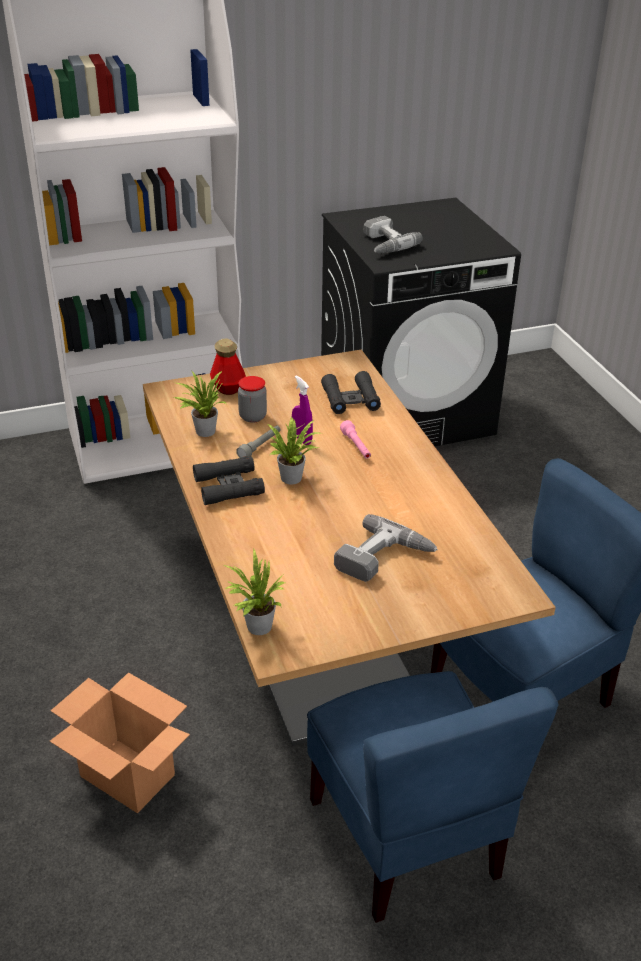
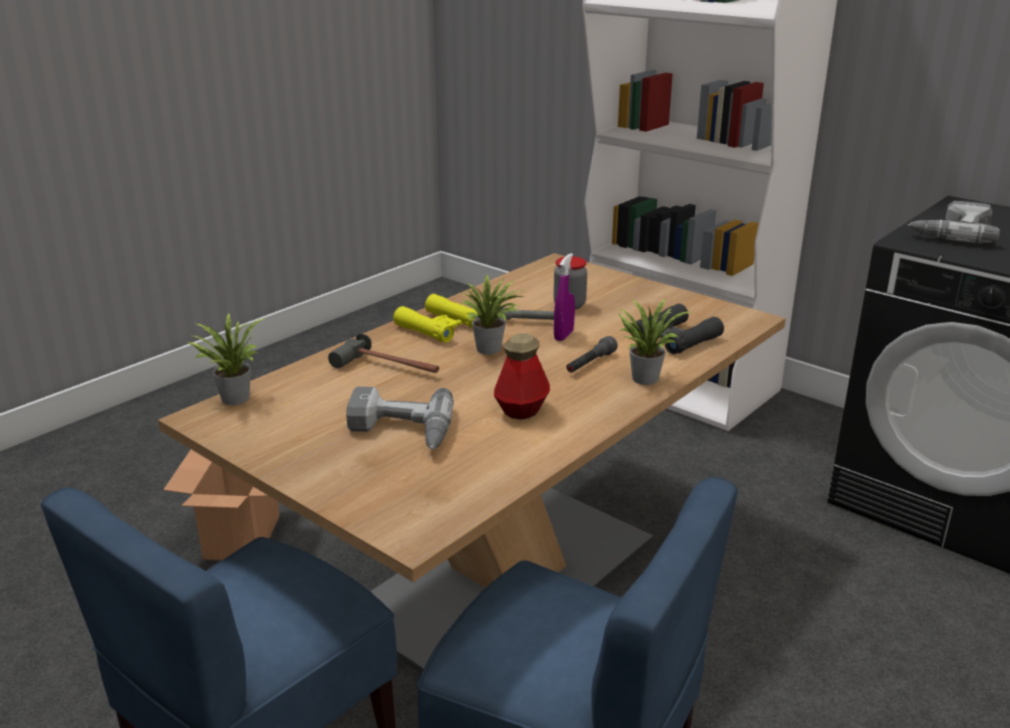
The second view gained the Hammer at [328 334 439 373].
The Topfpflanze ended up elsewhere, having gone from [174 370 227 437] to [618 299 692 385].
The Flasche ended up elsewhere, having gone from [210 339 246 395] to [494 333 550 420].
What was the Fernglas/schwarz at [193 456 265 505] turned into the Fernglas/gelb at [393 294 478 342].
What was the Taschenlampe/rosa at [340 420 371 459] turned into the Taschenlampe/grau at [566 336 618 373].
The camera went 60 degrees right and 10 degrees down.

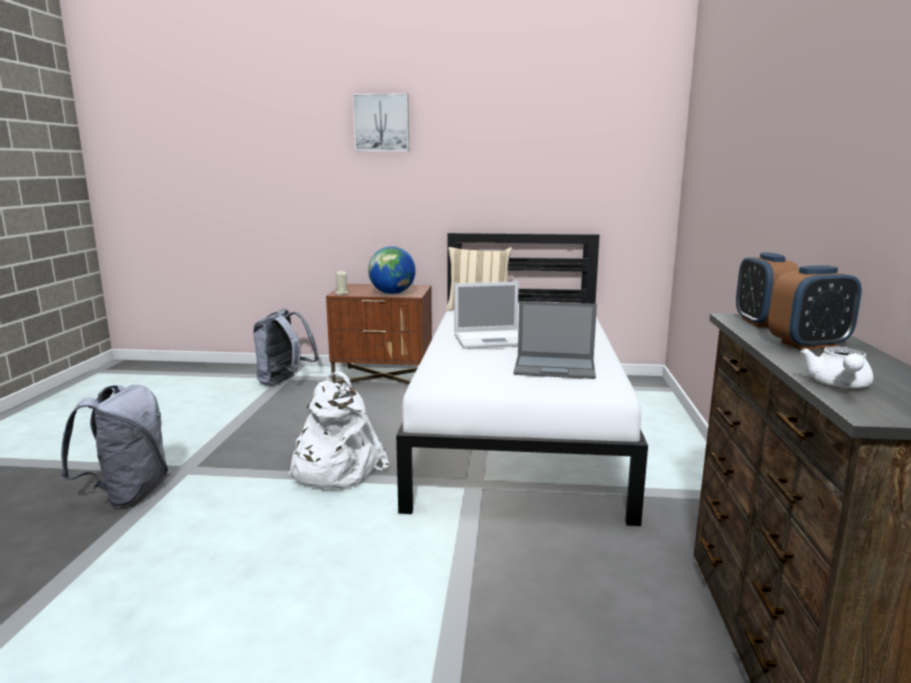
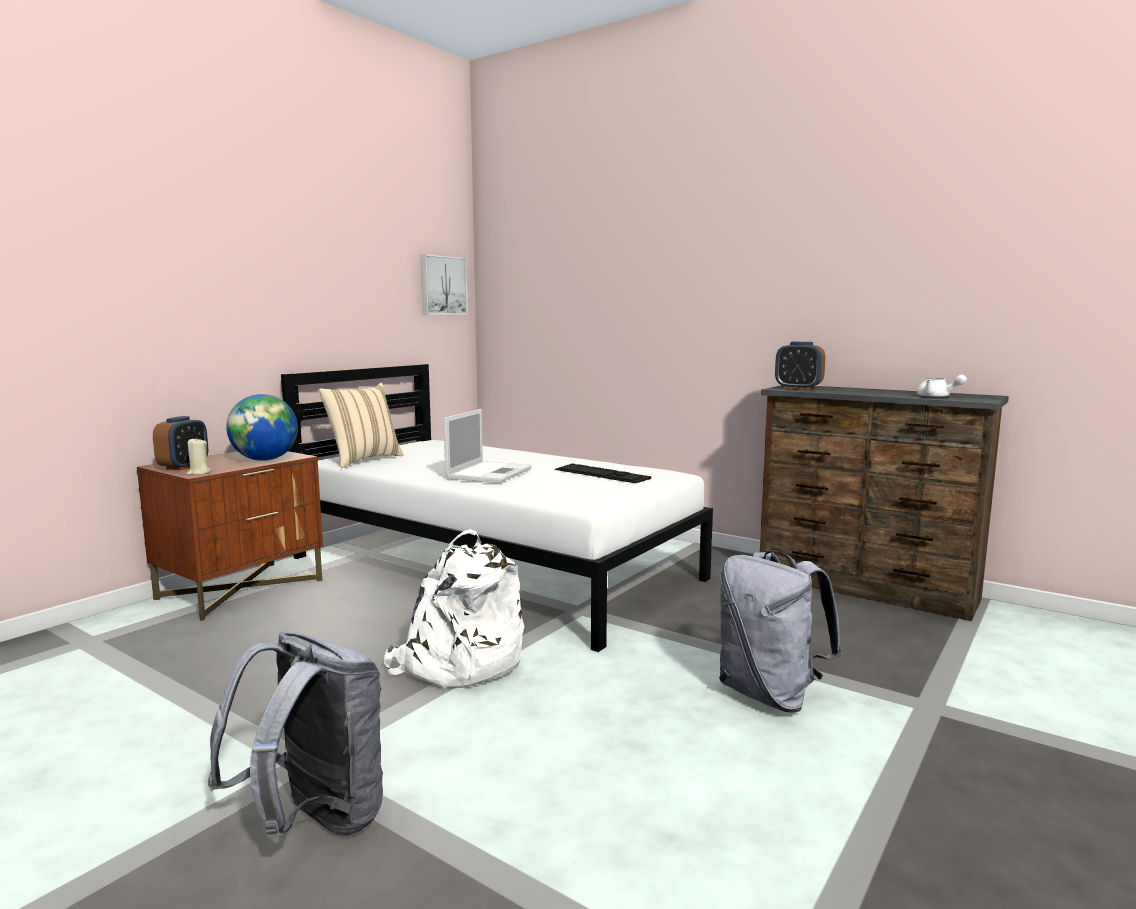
The Rucksack/grau ended up elsewhere, having gone from [253 309 319 386] to [719 550 842 713].
The Bild ended up elsewhere, having gone from [353 93 409 151] to [420 254 468 315].
The Wecker ended up elsewhere, having gone from [768 266 862 350] to [153 416 208 470].
Where the Laptop stood at [513 301 597 379], the Tastatur came to stand at [555 463 651 483].
The camera went 60 degrees left and 5 degrees down.

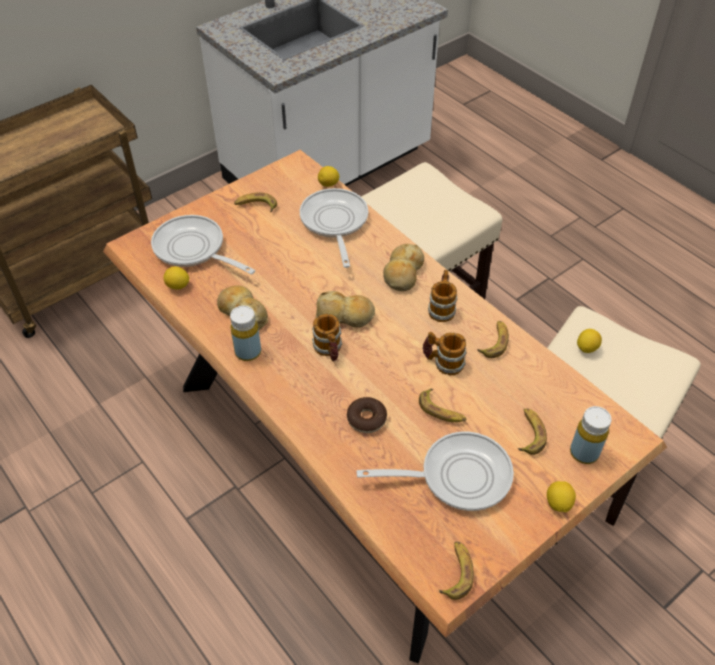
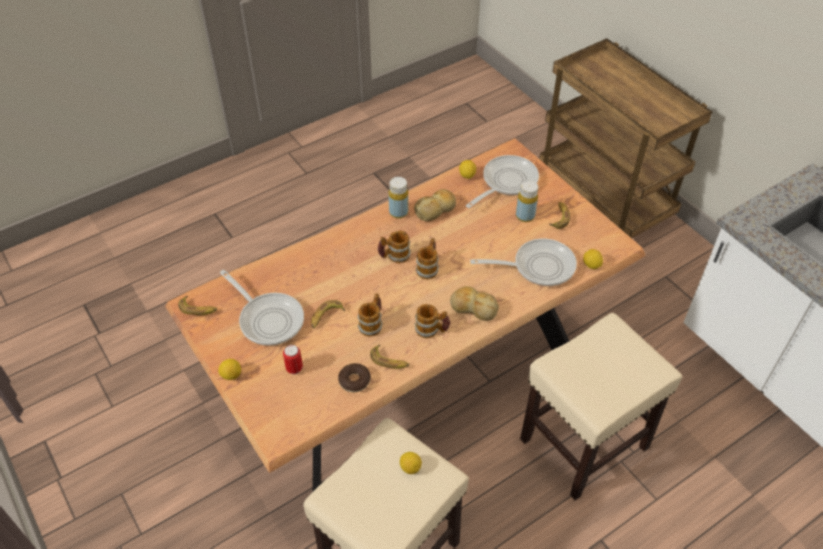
The Donut ended up elsewhere, having gone from [347 397 387 433] to [338 363 371 392].
The Flasche/gelb ended up elsewhere, having gone from [570 406 611 464] to [516 180 538 222].
Where the Brot stood at [316 291 375 327], the Henkelbecher came to stand at [416 238 439 279].
Where the Banane stood at [518 408 547 455], the Dose came to stand at [283 345 303 374].
The Pfanne at [356 432 514 511] ended up facing another way, 45 degrees counterclockwise from before.
The camera went 95 degrees right and 0 degrees up.

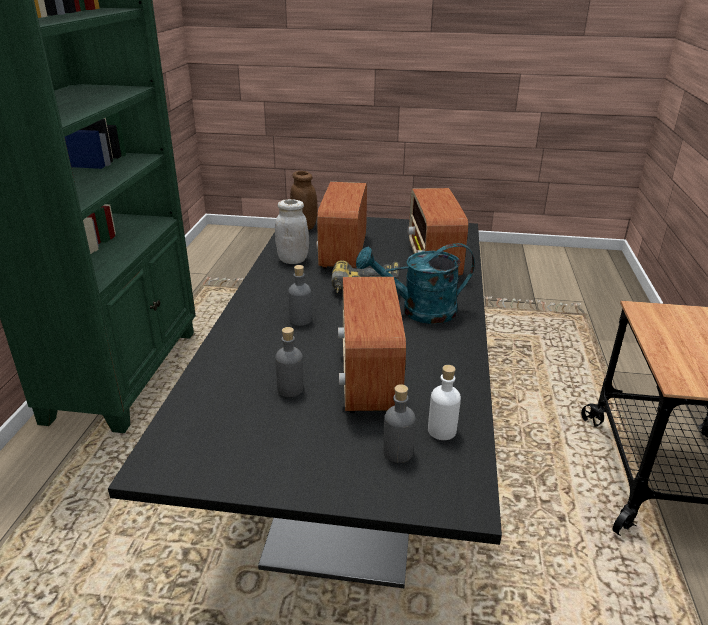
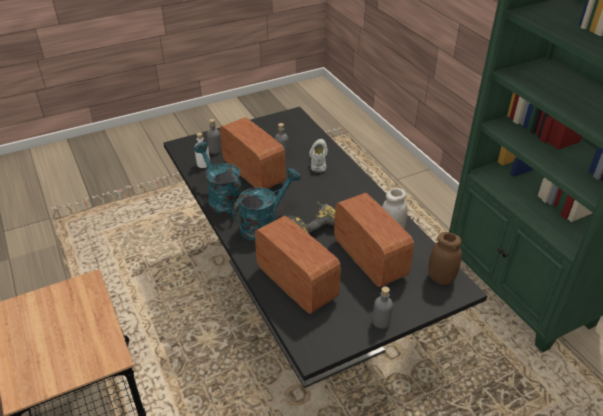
The second view gained the Gießkanne/türkis at [194 142 242 215].
The second view gained the Schuh/weiß at [309 139 328 173].
The Flasche/grau ended up elsewhere, having gone from [288 265 312 326] to [373 286 393 329].
The camera went 145 degrees right and 10 degrees up.

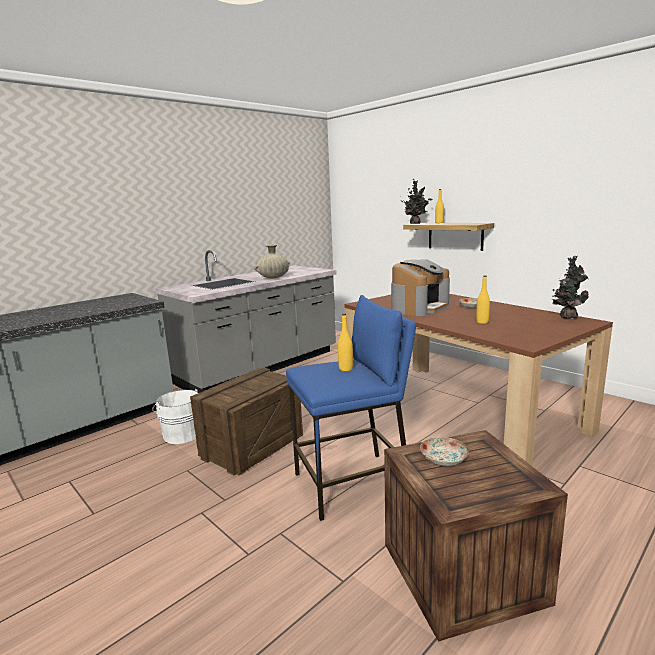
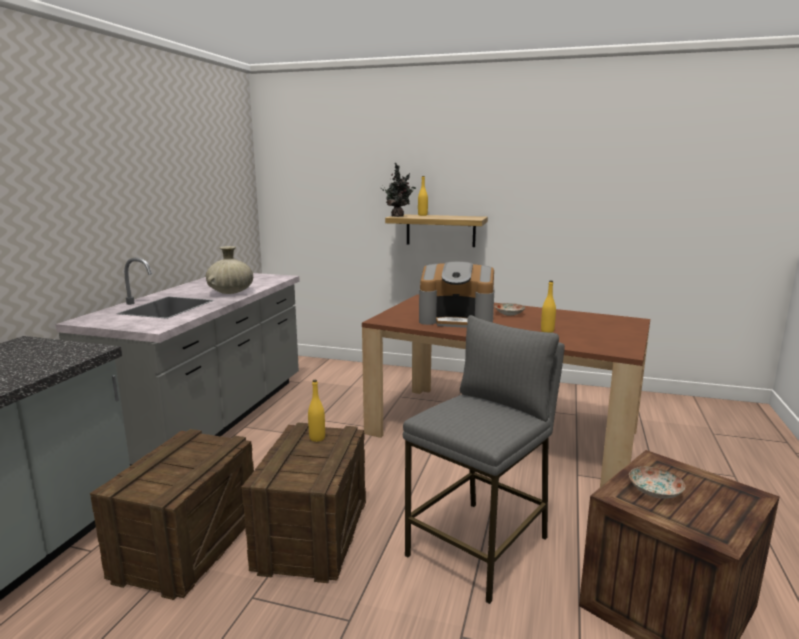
The second view lost the Topfpflanze at [552 255 589 319].
The Flasche/gelb ended up elsewhere, having gone from [338 314 353 371] to [308 380 325 442].
Where the Eimer/weiß stood at [152 389 198 444], the Kiste came to stand at [90 429 254 600].
What was the Hocker/blau at [286 295 416 521] turned into the Hocker/grau at [403 315 565 604].
The Kaffeemaschine at [391 259 450 316] ended up facing another way, 90 degrees clockwise from before.
The camera went 30 degrees left and 0 degrees up.

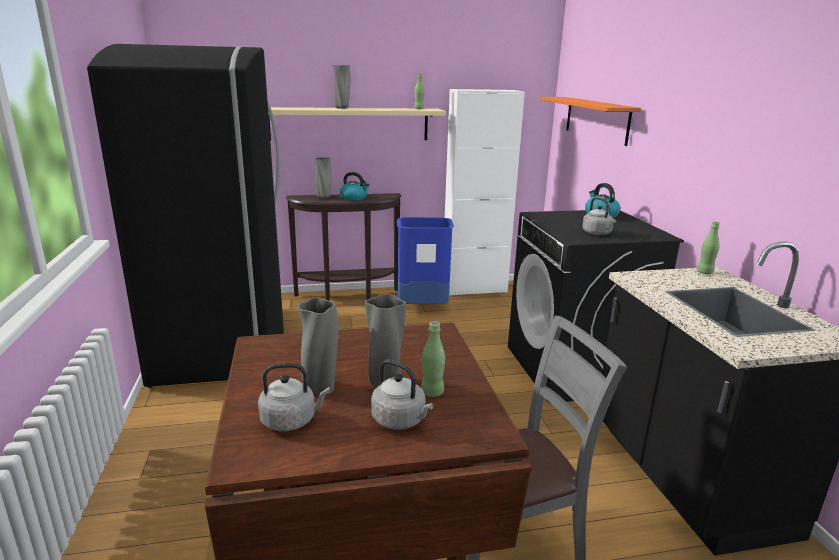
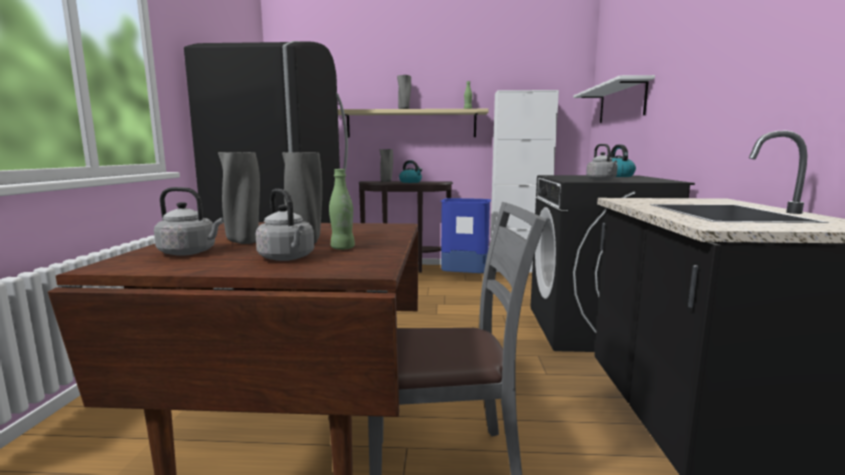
The second view lost the Flasche/grün at [697 222 720 274].
What was the Wandregal/orange at [539 97 641 146] turned into the Wandregal/weiß at [573 75 655 123].
The camera went 15 degrees right and 10 degrees down.

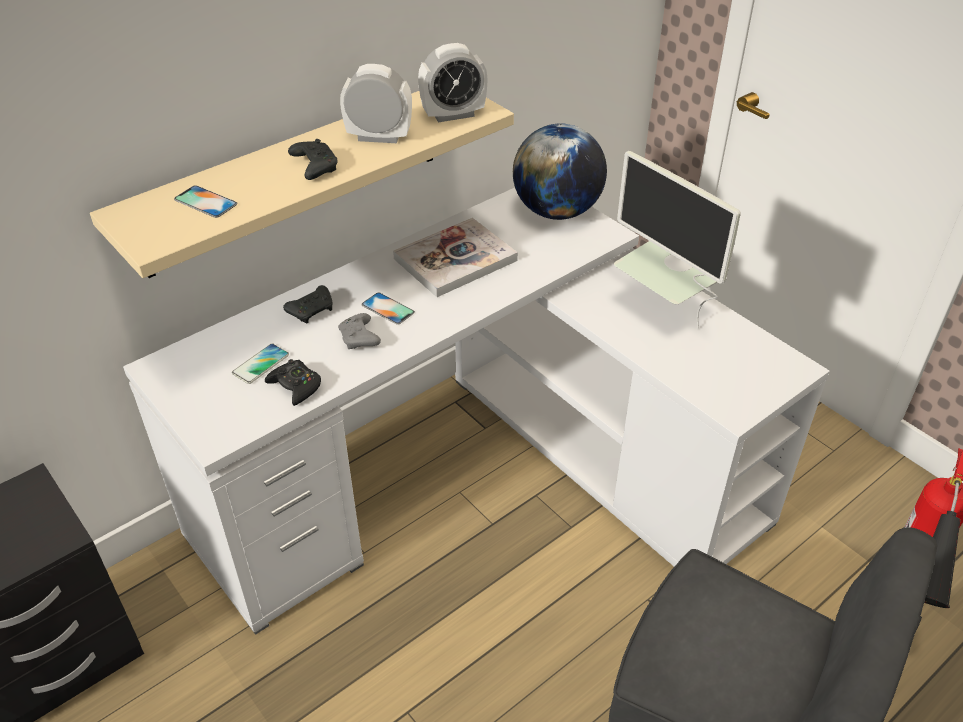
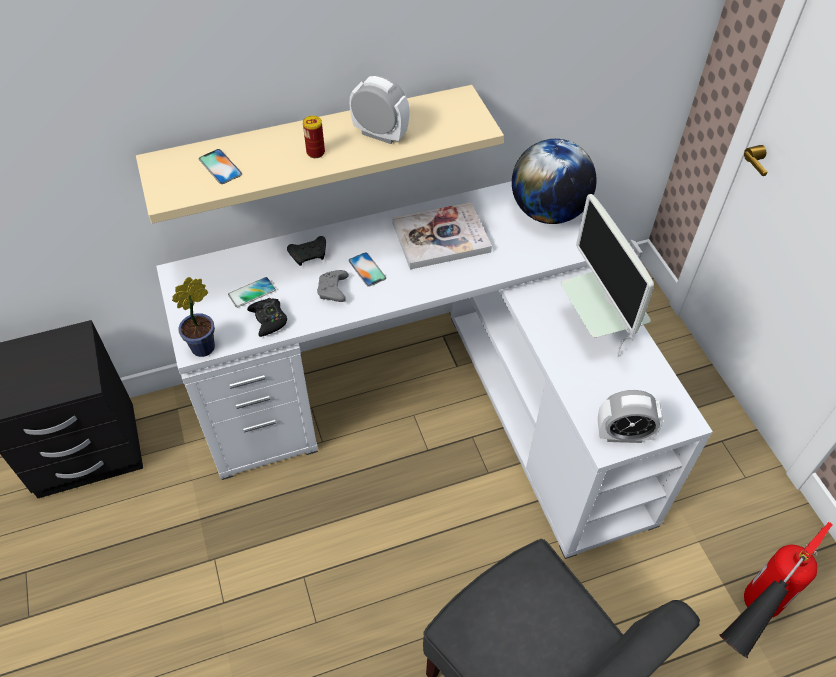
The second view gained the Topfpflanze at [172 277 215 357].
The Wecker ended up elsewhere, having gone from [418 43 488 123] to [598 390 663 443].
Where the Gamepad/schwarz stood at [288 139 337 180], the Dose came to stand at [303 116 325 158].
The camera went 20 degrees right and 10 degrees up.

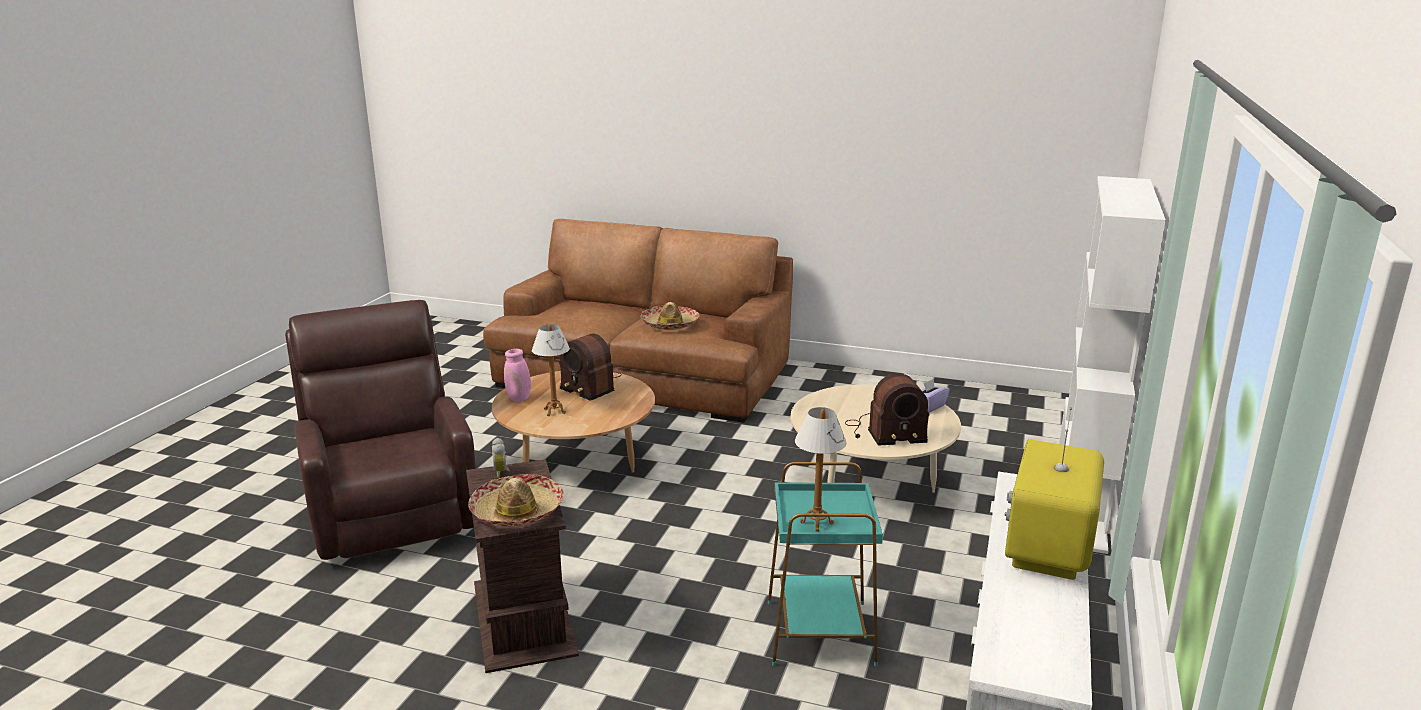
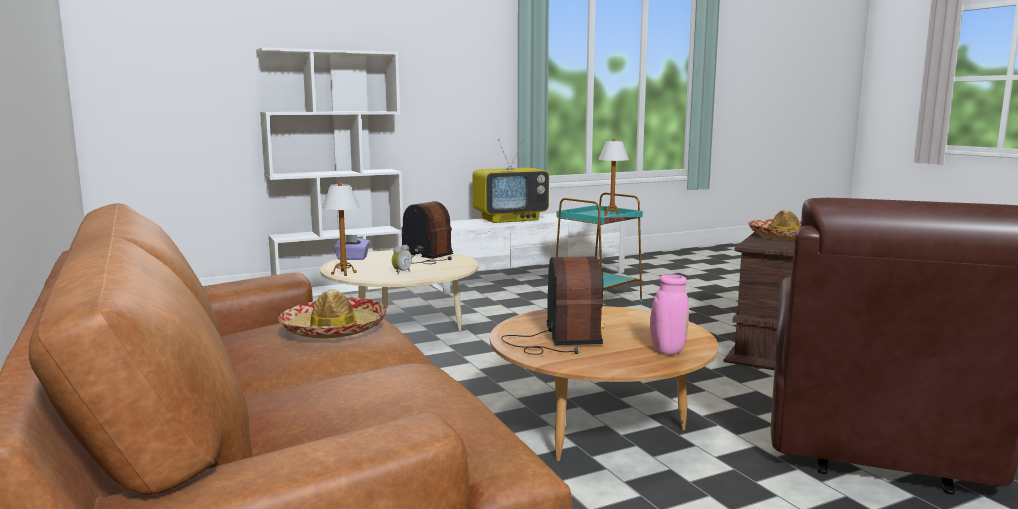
The Wecker ended up elsewhere, having gone from [492 438 510 478] to [392 245 412 274].
The Tischlampe ended up elsewhere, having gone from [532 324 570 416] to [322 182 360 276].
The camera went 135 degrees left and 10 degrees down.

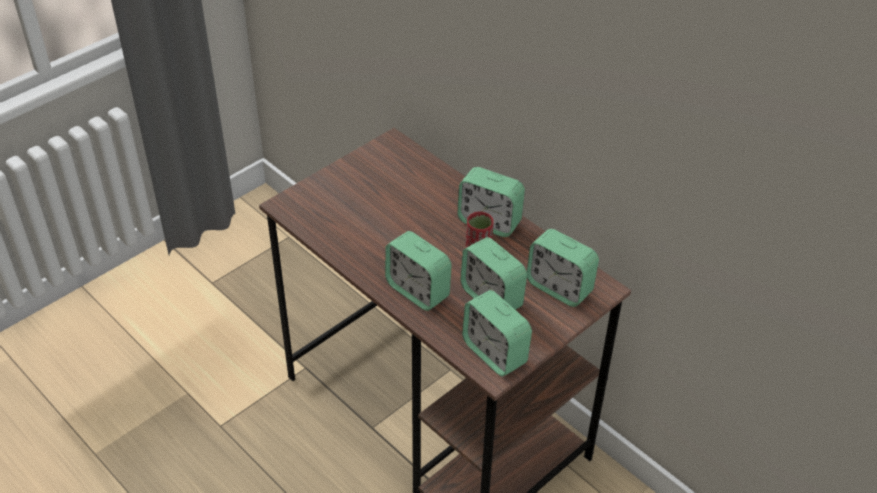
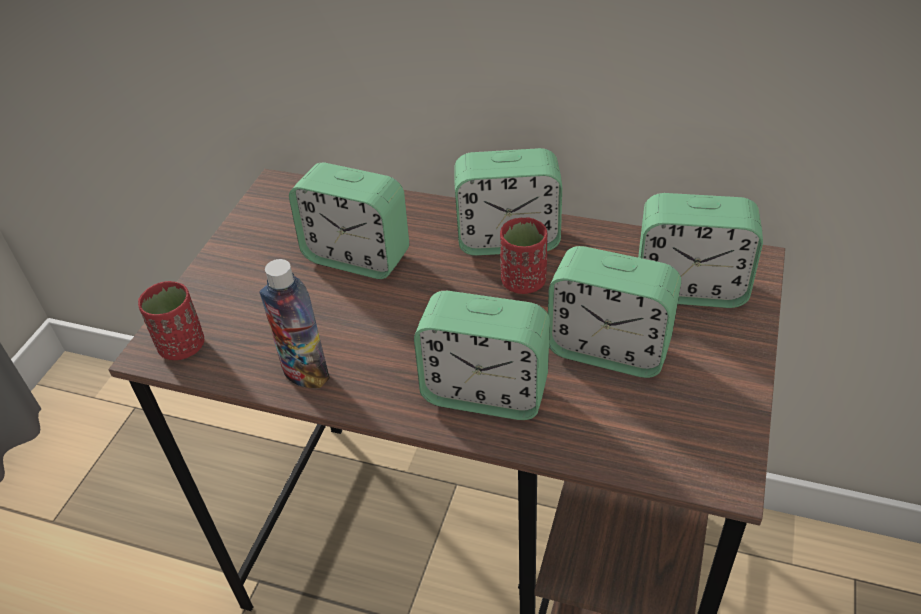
The second view gained the Tasse/rot at [138 281 204 360].
The second view gained the Flasche at [259 259 330 388].
The Wecker ended up elsewhere, having gone from [462 290 532 376] to [289 163 409 279].
The camera went 25 degrees left and 0 degrees up.

